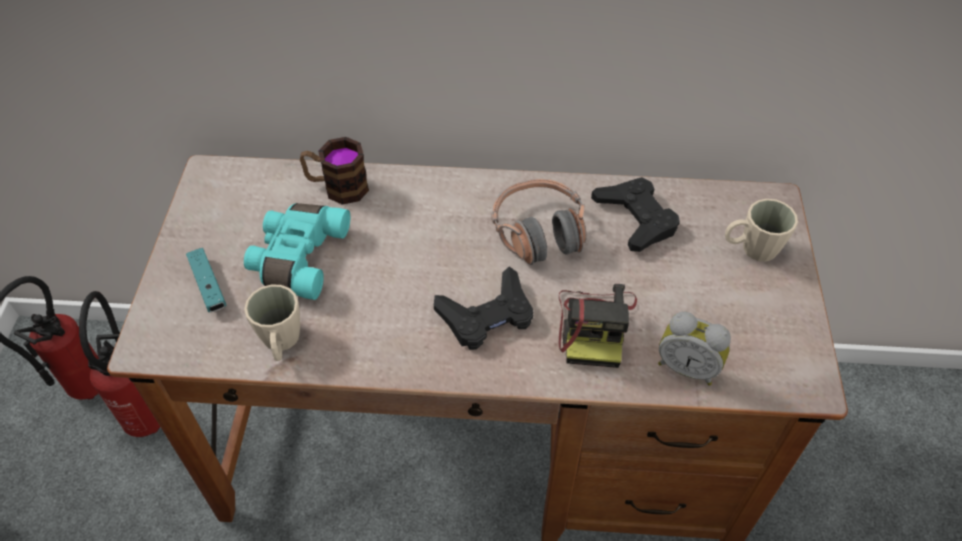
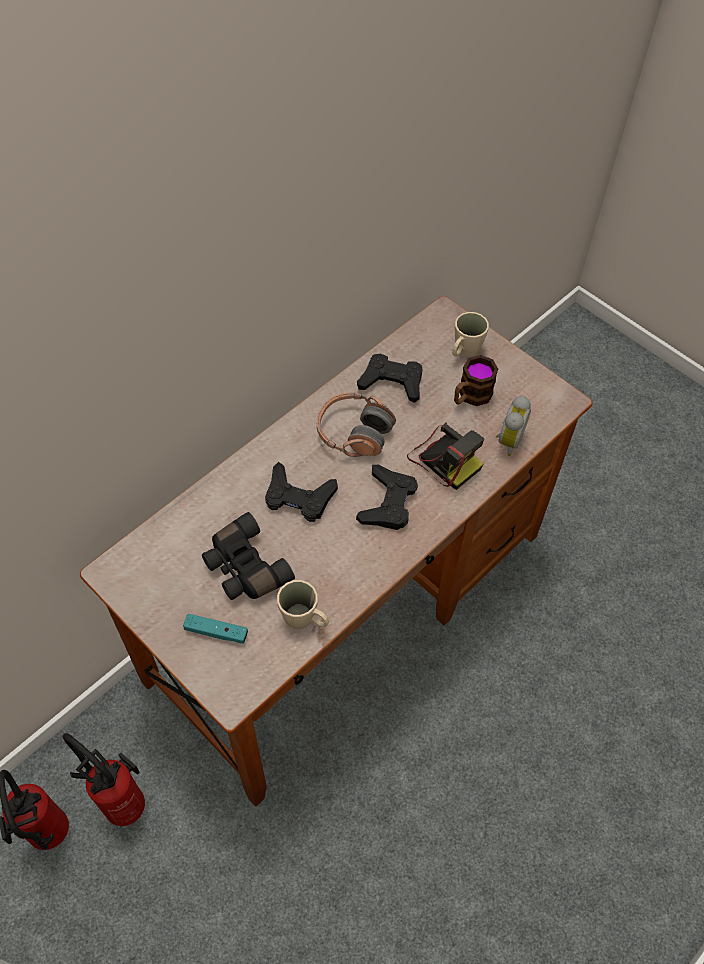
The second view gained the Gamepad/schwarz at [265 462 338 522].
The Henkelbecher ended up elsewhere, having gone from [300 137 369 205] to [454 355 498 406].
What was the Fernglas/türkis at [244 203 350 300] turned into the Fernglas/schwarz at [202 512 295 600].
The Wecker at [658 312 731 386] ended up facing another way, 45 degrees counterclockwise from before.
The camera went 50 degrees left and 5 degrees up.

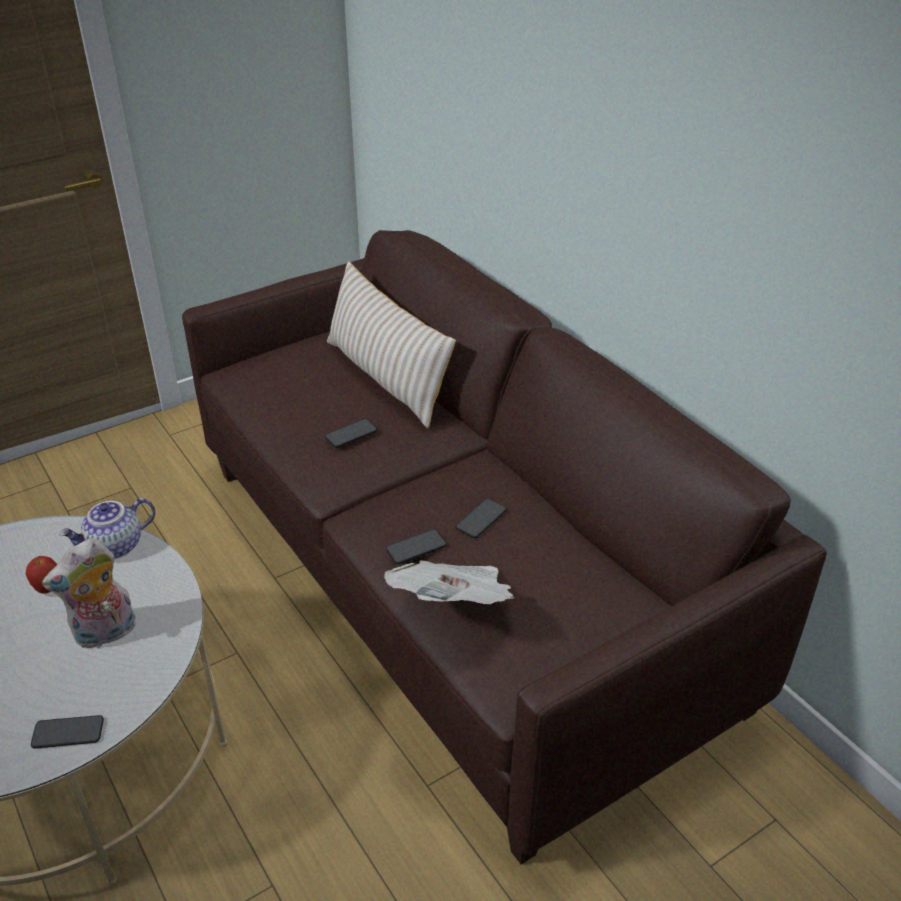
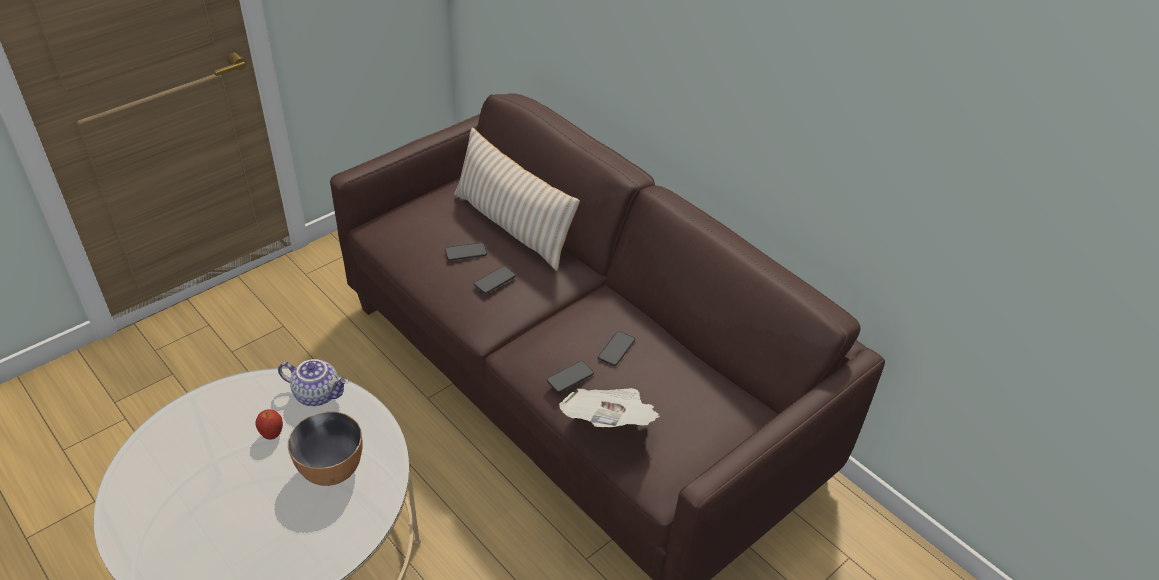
The Handy ended up elsewhere, having gone from [31 715 104 748] to [445 243 487 261].
Where the Plüschtier stood at [42 538 136 649], the Schüssel came to stand at [288 411 363 486].
The Teekanne at [59 498 156 559] ended up facing another way, 120 degrees counterclockwise from before.
The camera went 10 degrees left and 5 degrees up.

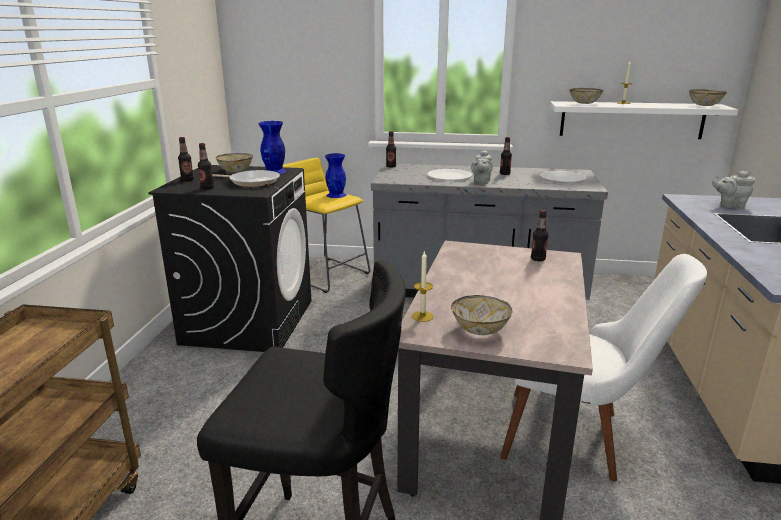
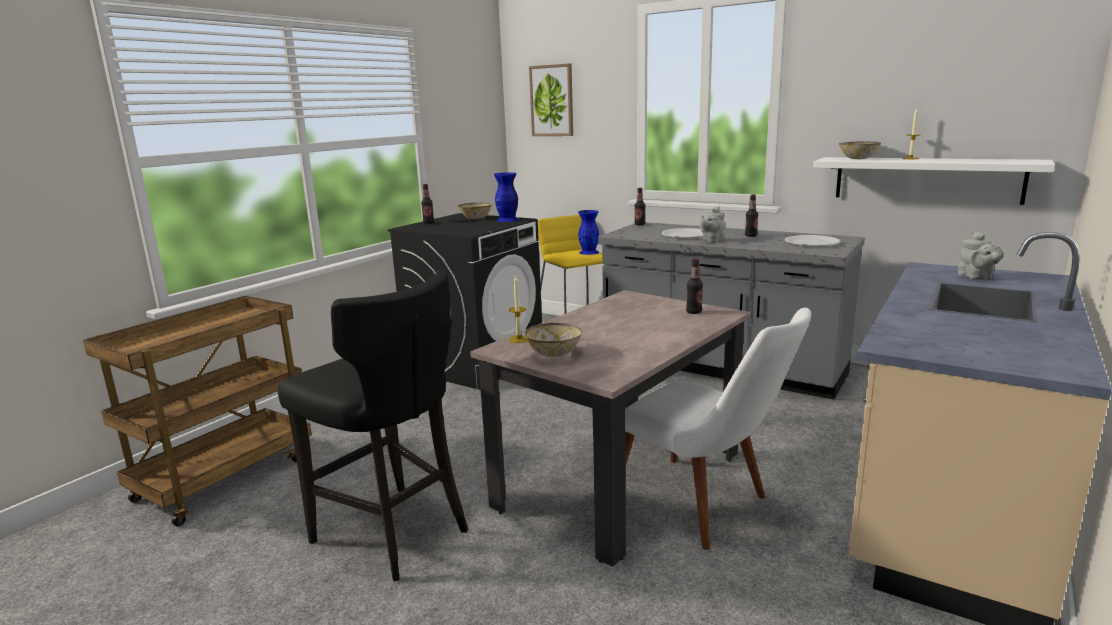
The second view lost the Flasche at [198 143 214 189].
The second view lost the Pfanne at [212 170 280 187].
The second view lost the Schüssel at [689 89 727 106].
The second view gained the Bild at [529 63 573 136].
The Teekanne/grau at [712 171 755 209] ended up facing another way, 135 degrees counterclockwise from before.
The camera went 25 degrees right and 5 degrees down.

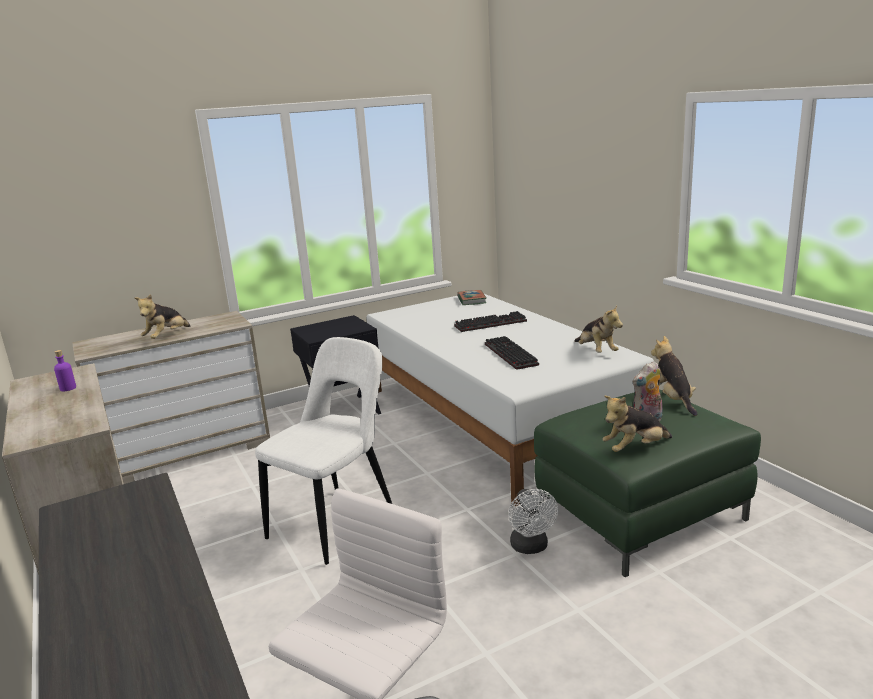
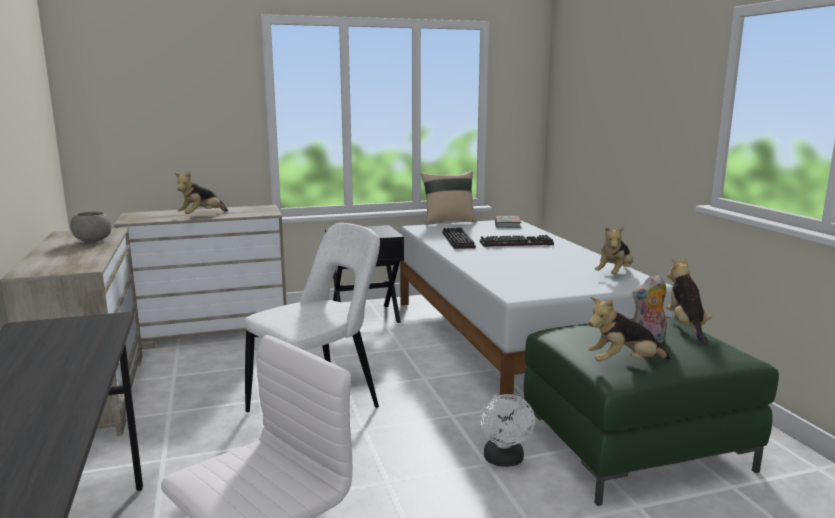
The second view gained the Kissen/beige at [420 171 477 225].
The Tastatur ended up elsewhere, having gone from [485 336 539 370] to [442 228 476 249].
Where the Flasche/lila stood at [54 350 76 391], the Schüssel/grau came to stand at [70 212 112 242].
The Plüschtier at [574 305 623 353] ended up facing another way, 45 degrees clockwise from before.
The camera went 10 degrees right and 5 degrees down.

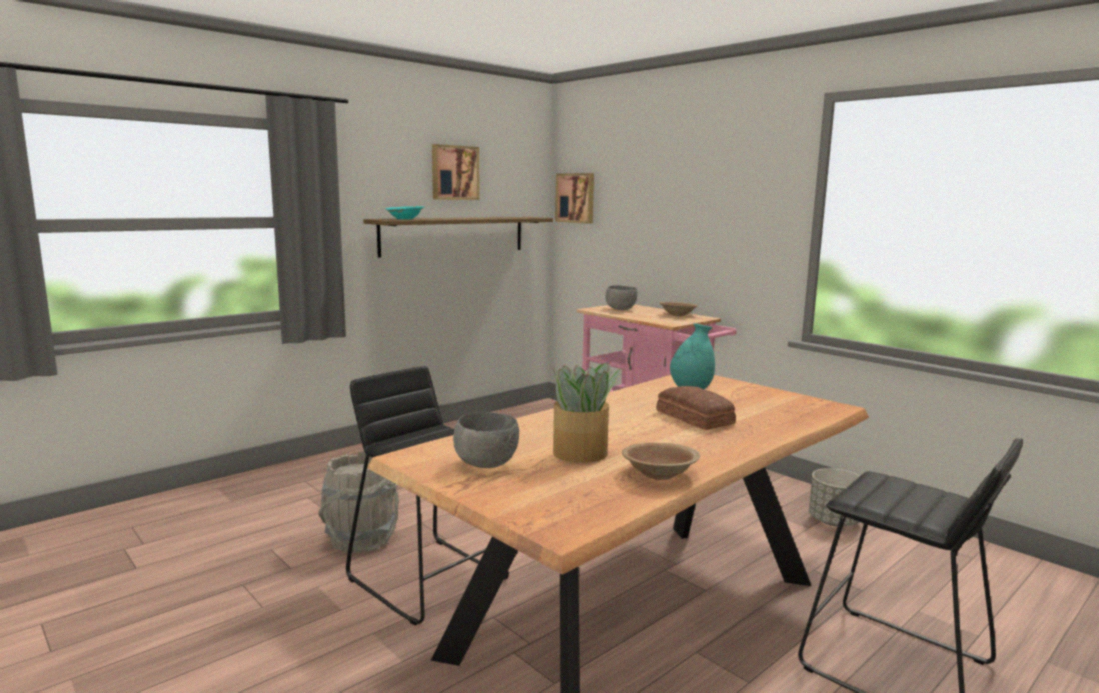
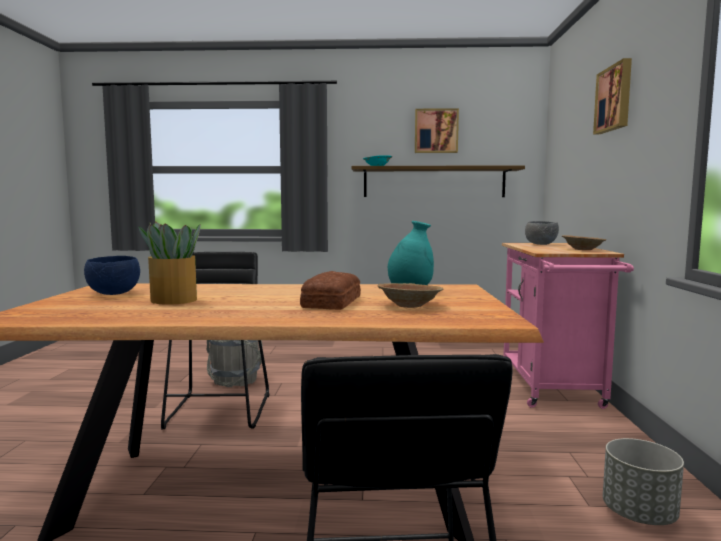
The Bild ended up elsewhere, having gone from [555 173 594 224] to [593 58 632 134].
The Schüssel/braun ended up elsewhere, having gone from [622 443 700 480] to [377 283 443 308].
What was the Schüssel/grau at [453 412 519 468] turned into the Schüssel/blau at [84 256 140 295].
The camera went 45 degrees right and 5 degrees down.

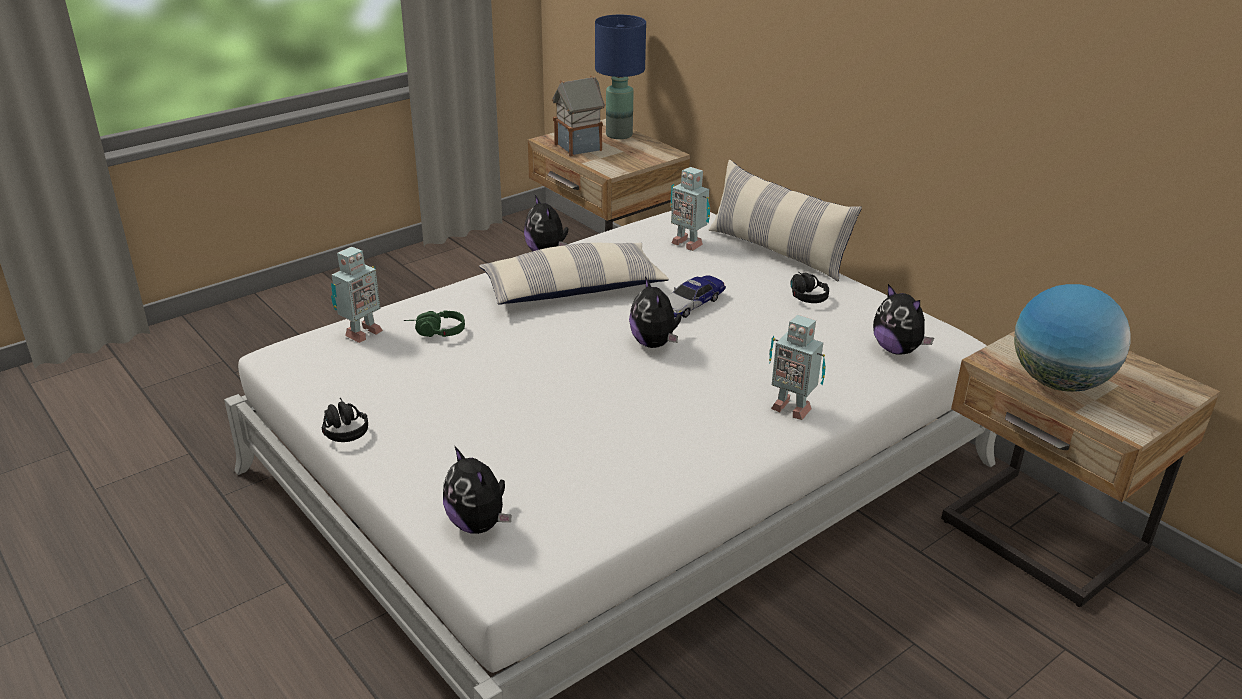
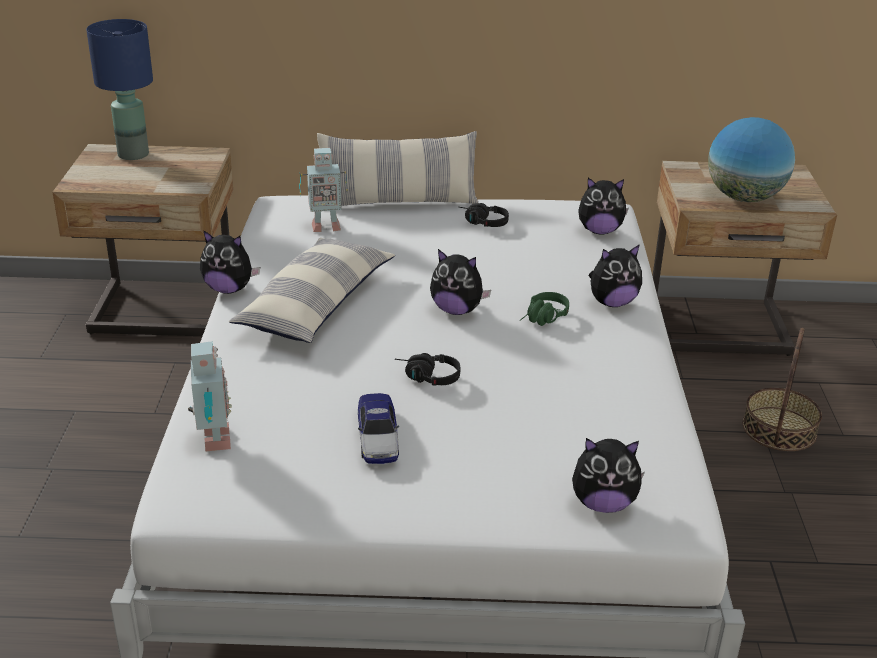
The second view lost the Spielzeughaus at [552 75 606 156].
The second view gained the Korb at [742 328 822 451].
The Kopfhörer/schwarz ended up elsewhere, having gone from [322 398 368 442] to [395 353 460 386].
The Kopfhörer/grün ended up elsewhere, having gone from [404 310 465 337] to [520 292 569 326].
The Spielzeugauto ended up elsewhere, having gone from [667 275 726 318] to [358 393 399 464].
Where the Spielzeugroboter stood at [769 315 826 420], the Plüschtier came to stand at [588 244 642 307].
The camera went 50 degrees left and 0 degrees up.

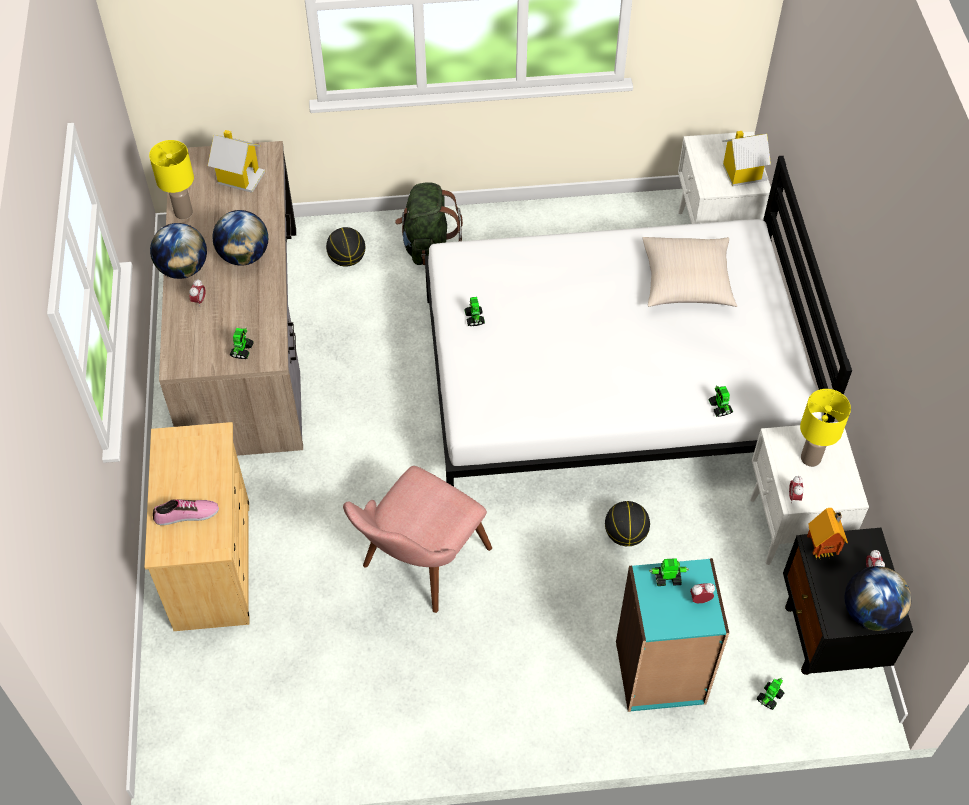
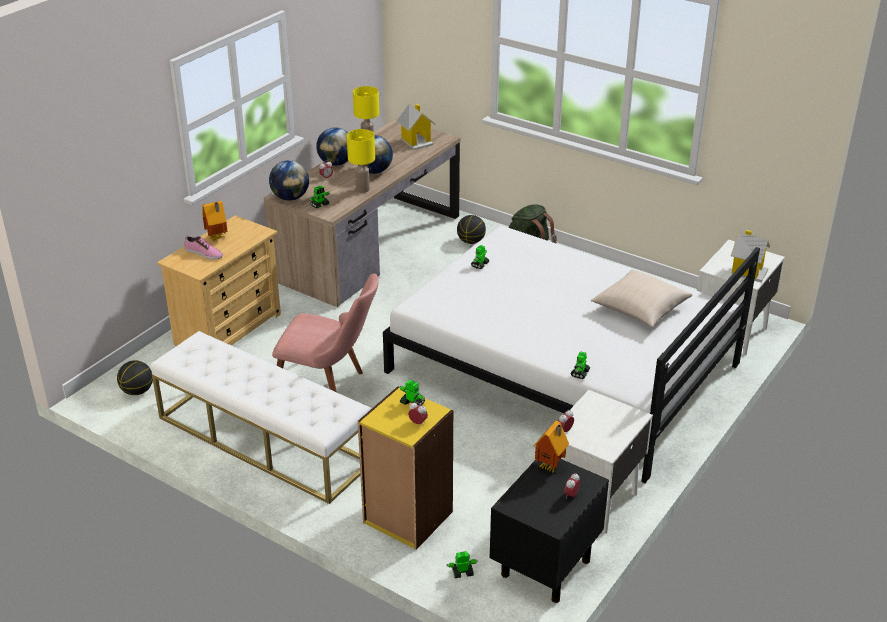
The second view gained the Bank/weiß at [151 331 371 504].
The second view gained the Spielzeughaus at [202 201 227 242].
The Basketball ended up elsewhere, having gone from [605 501 650 546] to [117 360 153 395].
The Tischlampe/gelb ended up elsewhere, having gone from [800 389 851 467] to [347 129 375 193].
The Globus ended up elsewhere, having gone from [844 566 911 631] to [269 160 309 200].
What was the Bücherregal/türkis at [616 558 729 712] turned into the Bücherregal/gelb at [358 386 453 550].
The Stuhl/rosa at [343 466 492 613] ended up facing another way, 150 degrees counterclockwise from before.
The camera went 40 degrees right and 20 degrees down.

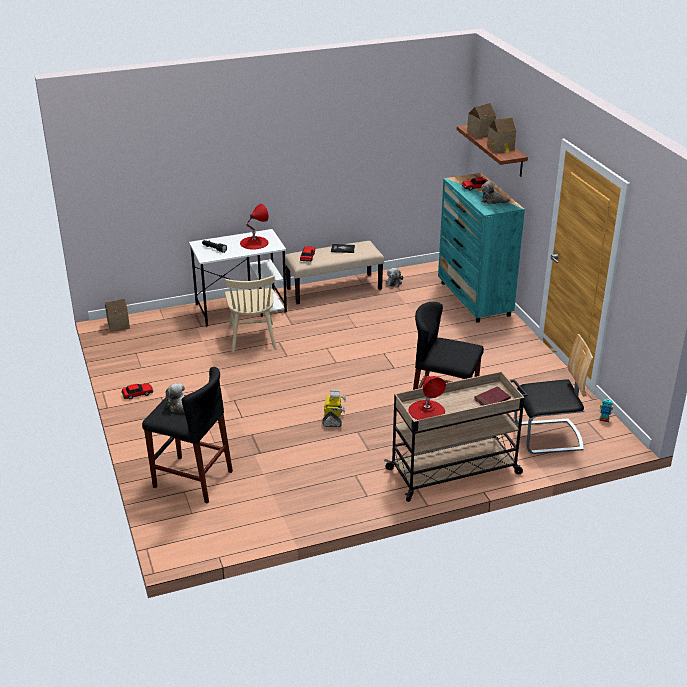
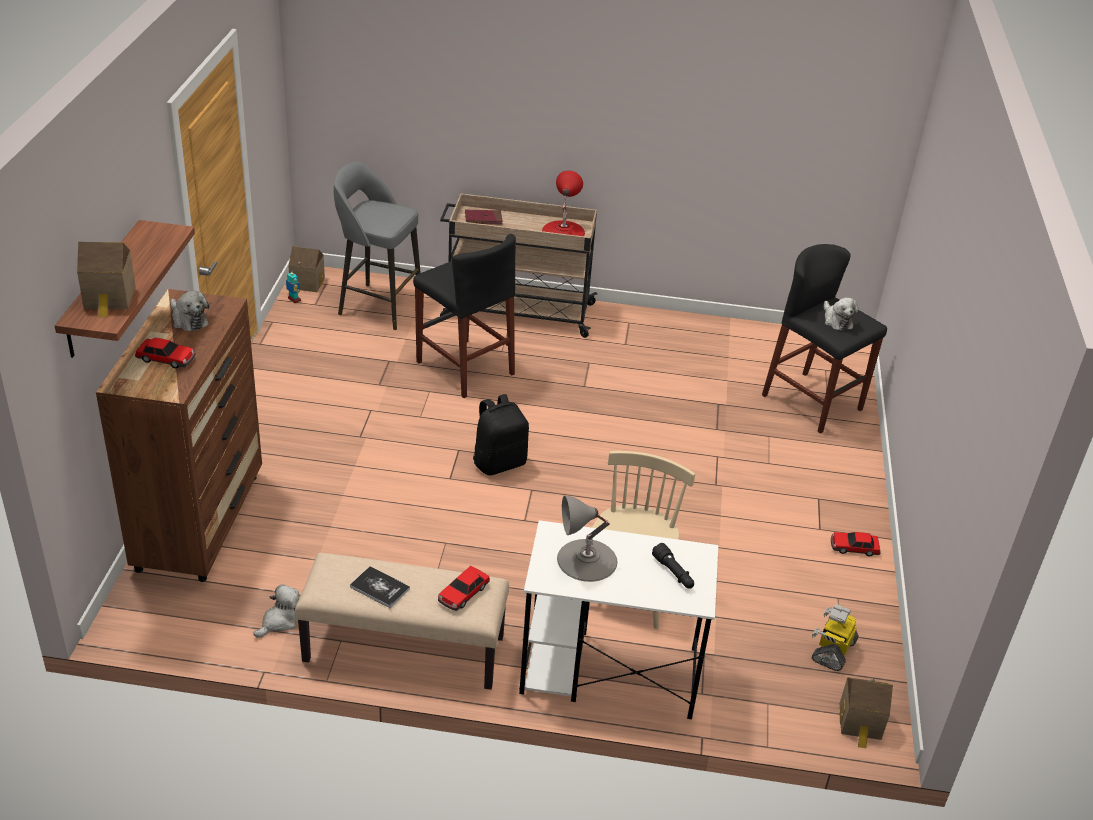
The second view gained the Rucksack/schwarz at [473 394 529 475].
The Spielzeugroboter ended up elsewhere, having gone from [323 390 346 427] to [812 604 859 671].
The Spielzeughaus ended up elsewhere, having gone from [487 117 516 154] to [288 246 325 292].
Where the Stuhl stood at [514 334 593 454], the Hocker/grau came to stand at [334 162 421 330].
What was the Tischlampe/rot at [240 204 269 250] turned into the Tischlampe/grau at [557 495 617 582].
What was the Kommode/türkis at [438 173 525 323] turned into the Kommode/braun at [96 289 262 582].
The camera went 155 degrees left and 5 degrees up.

